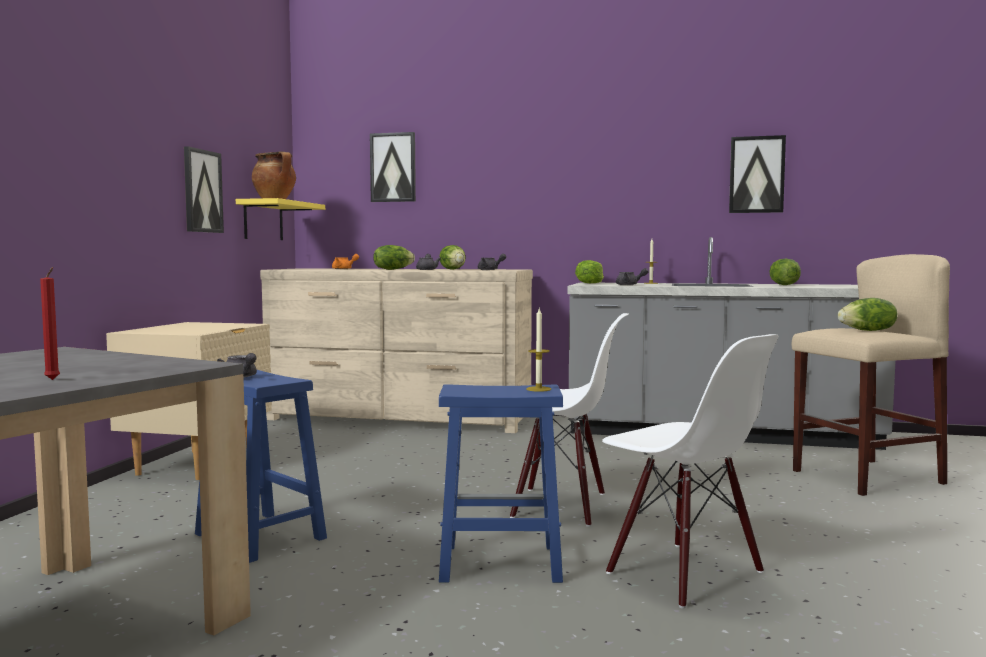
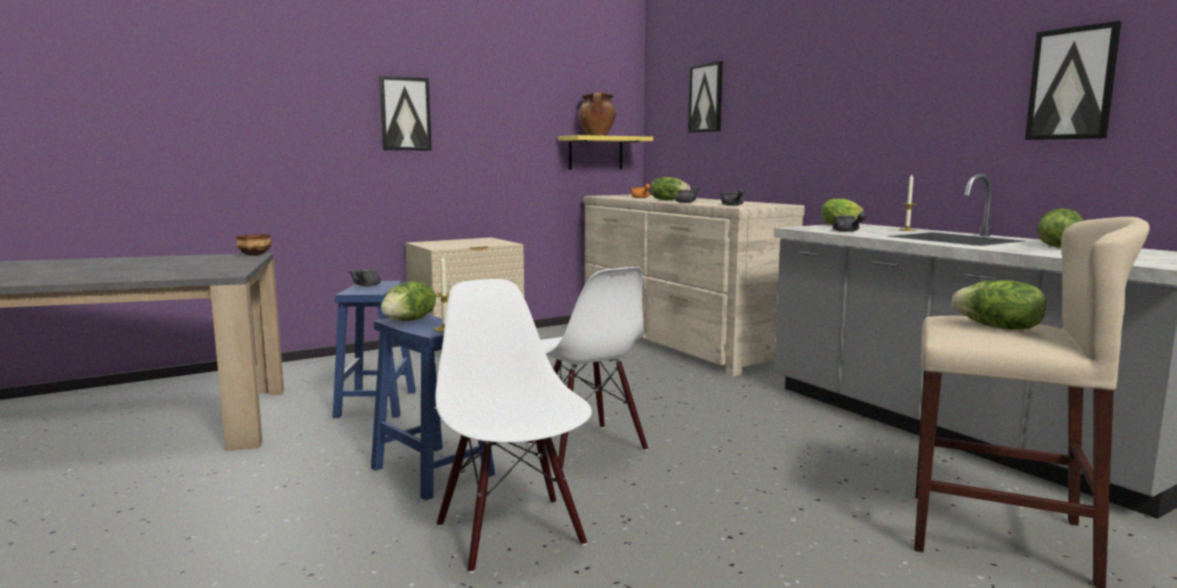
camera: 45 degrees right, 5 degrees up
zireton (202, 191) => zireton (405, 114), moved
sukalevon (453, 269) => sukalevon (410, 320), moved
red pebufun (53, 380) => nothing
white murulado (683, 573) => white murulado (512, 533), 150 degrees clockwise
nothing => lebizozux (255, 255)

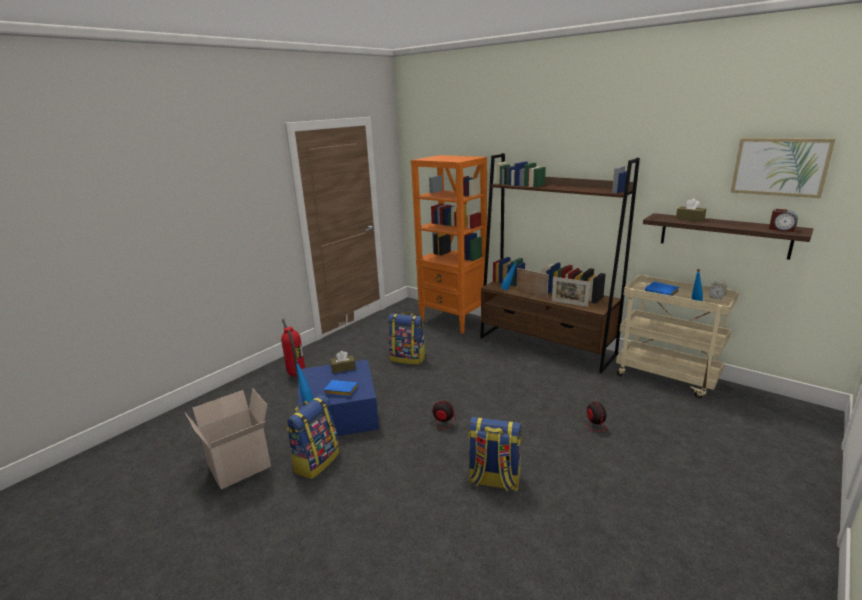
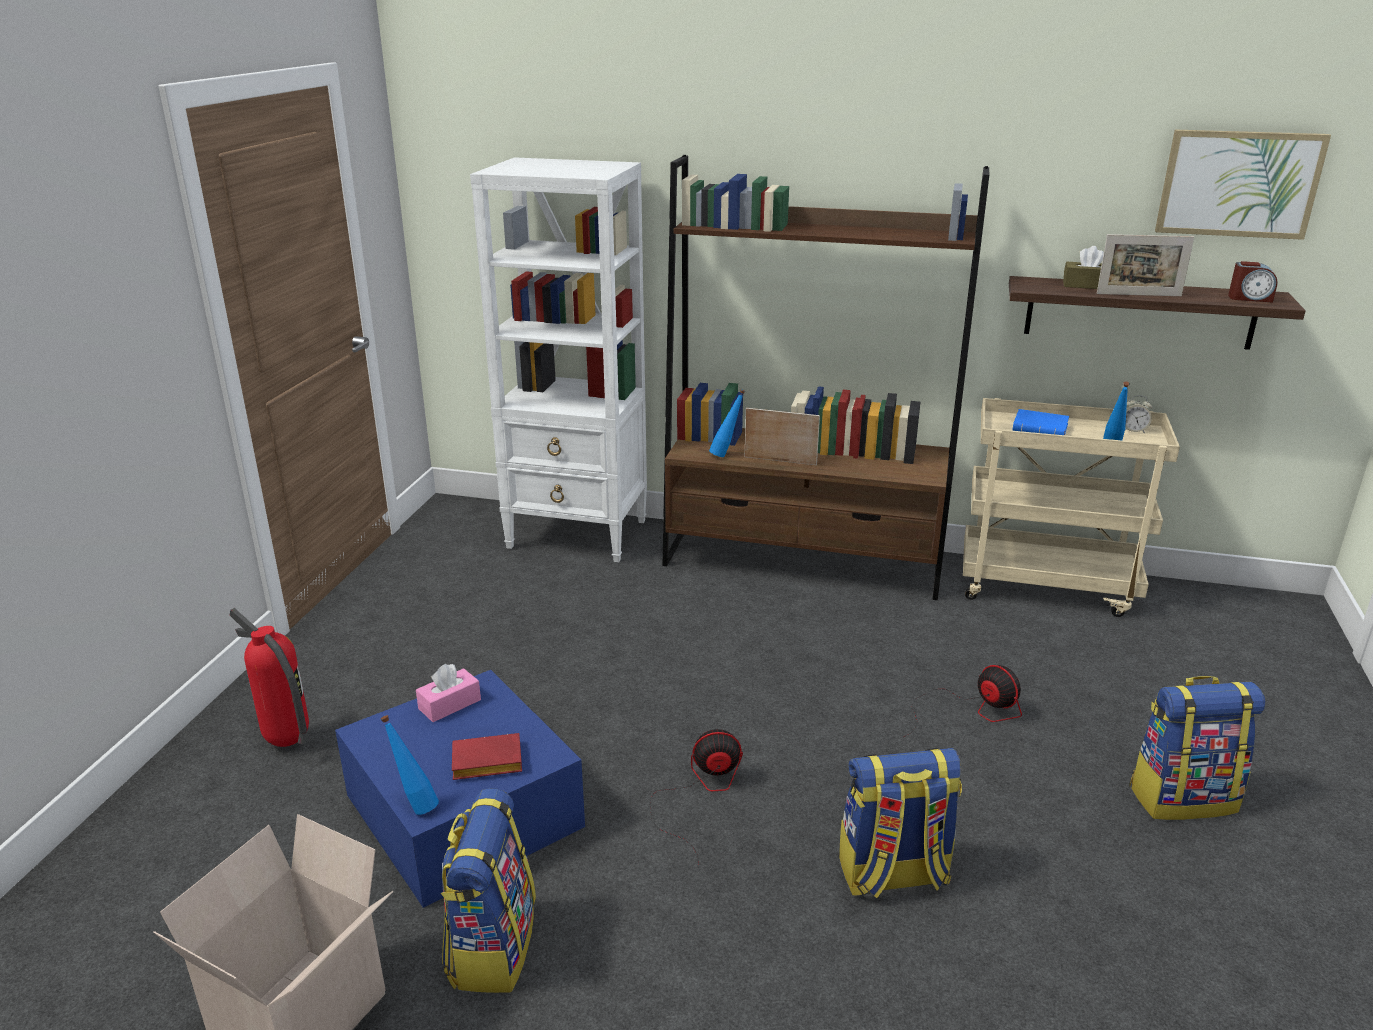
camera: 25 degrees left, 5 degrees up
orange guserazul (453, 320) => white guserazul (578, 534)
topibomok (569, 304) => topibomok (1138, 295), moved
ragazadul (408, 358) => ragazadul (1182, 797), moved
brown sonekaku (343, 368) => pink sonekaku (449, 704)
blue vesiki (340, 391) => red vesiki (485, 764)

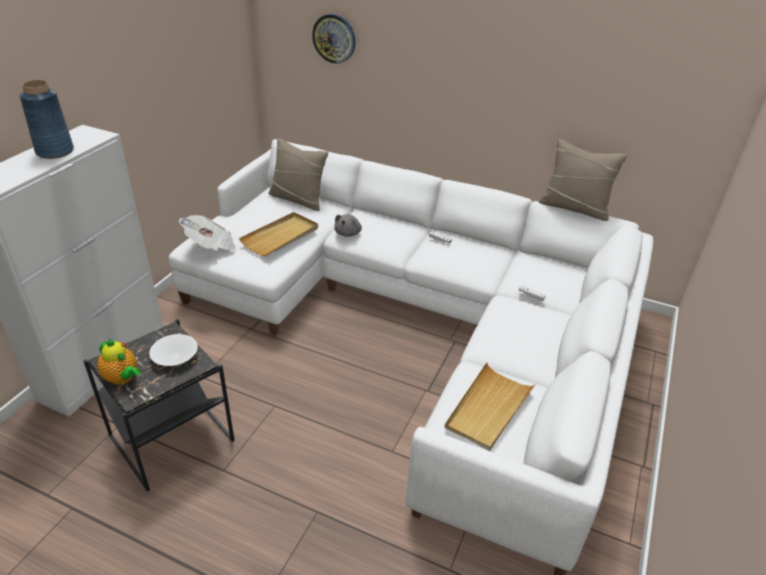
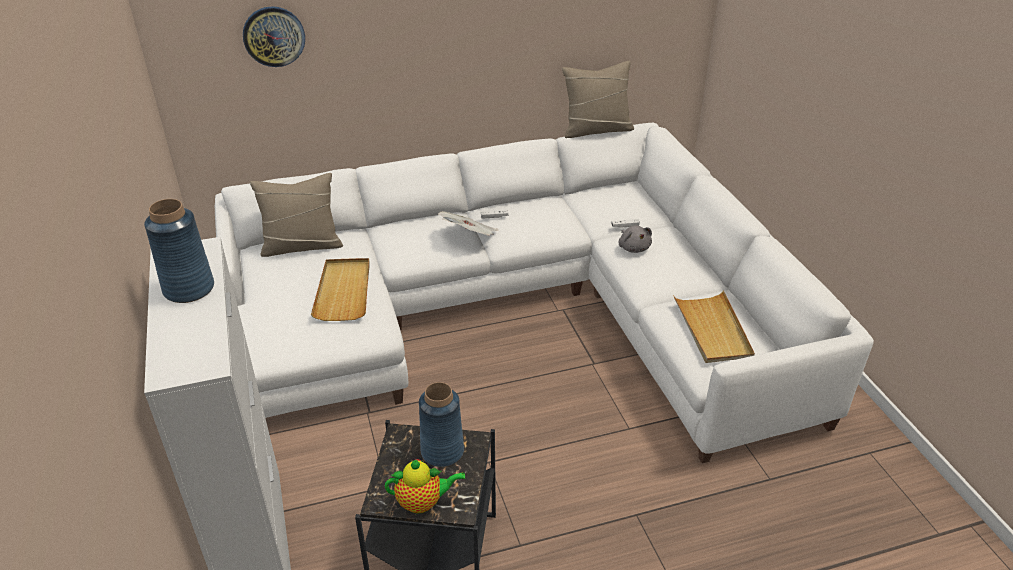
camera: 40 degrees left, 0 degrees up
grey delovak (348, 233) => grey delovak (633, 248), moved
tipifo (211, 245) => tipifo (470, 237), moved
white lebizozux (176, 357) => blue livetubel (442, 451)

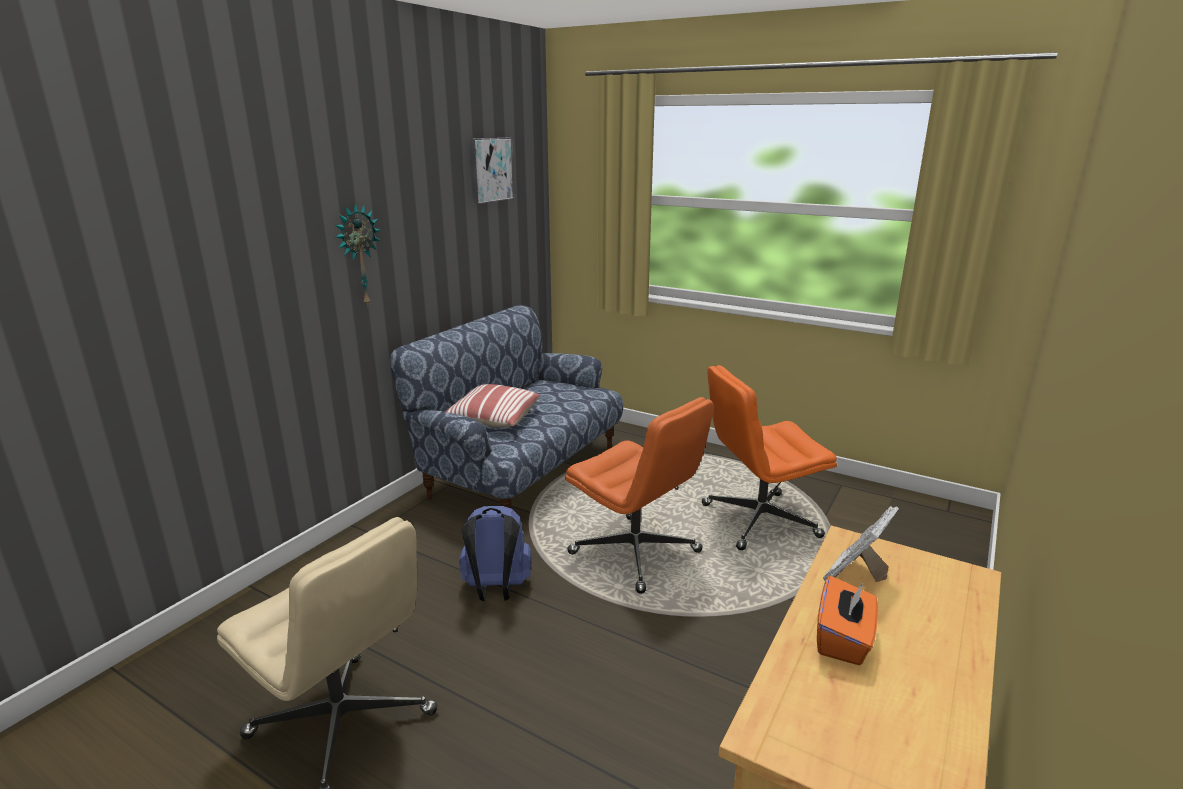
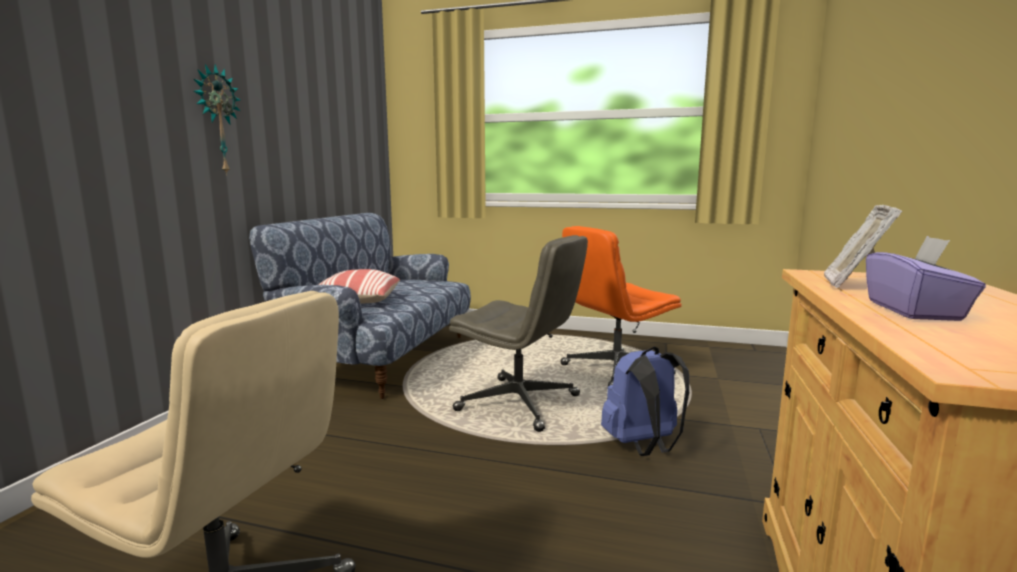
camera: 15 degrees left, 10 degrees down
zireton (490, 170) => nothing
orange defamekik (636, 553) => grey defamekik (520, 403)
blue ragazadul (496, 590) => blue ragazadul (643, 446), moved
orange sonekaku (843, 640) => purple sonekaku (914, 311)

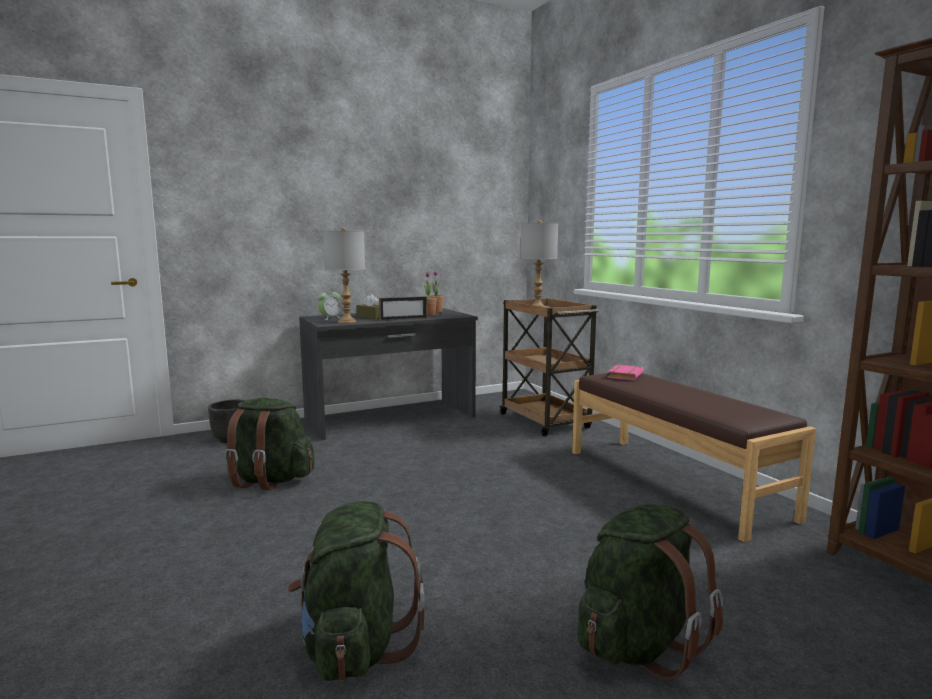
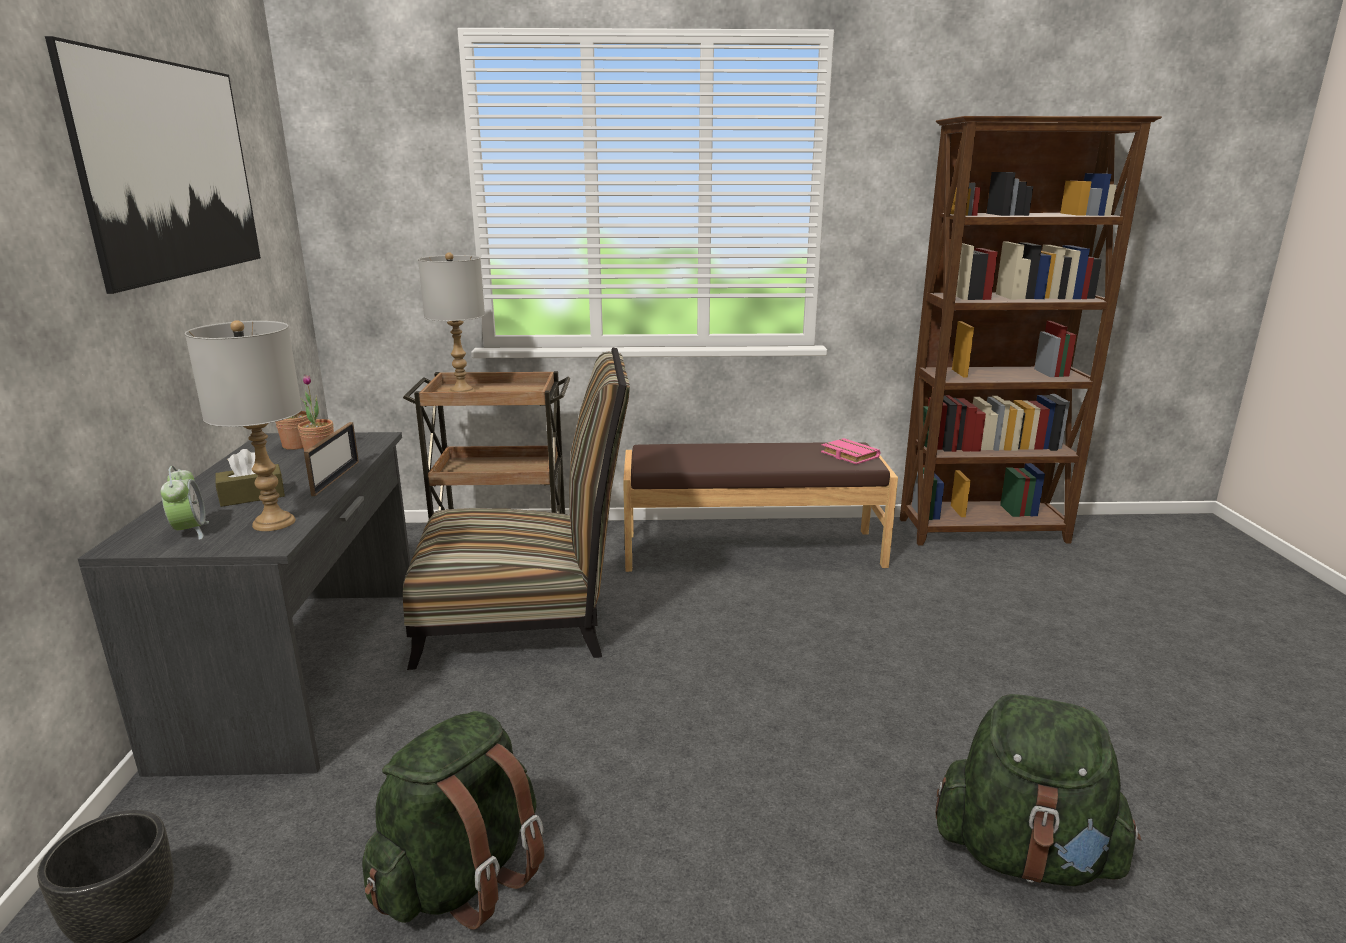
camera: 65 degrees left, 10 degrees up
pink vesiki (624, 375) => pink vesiki (847, 455), moved
green ragazadul (638, 644) => nothing
nothing => zireton (172, 170)
nothing => murulado (527, 620)

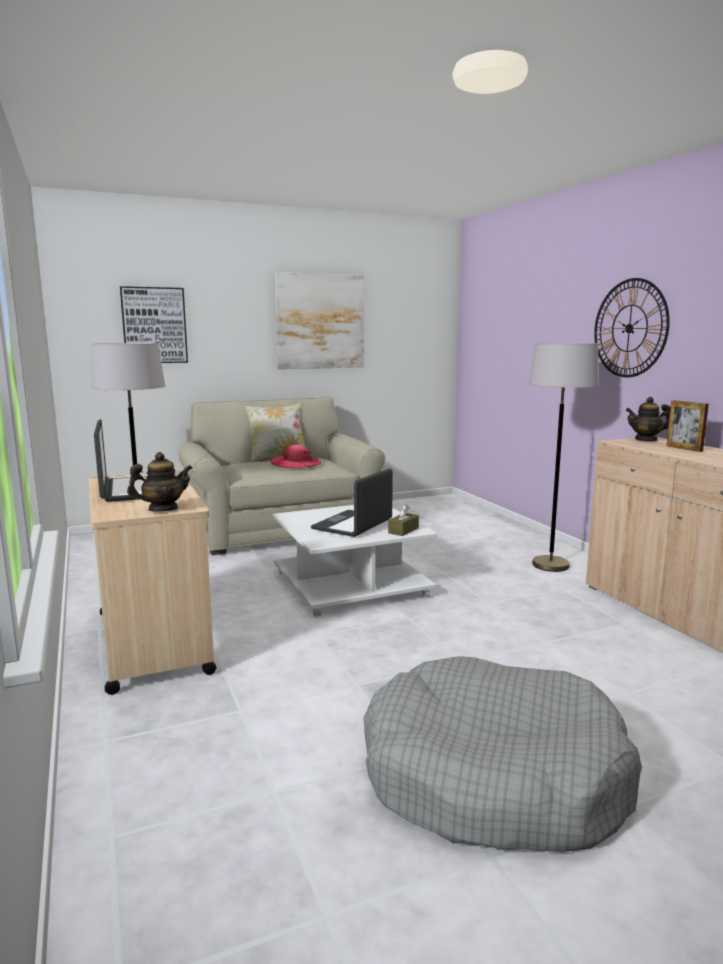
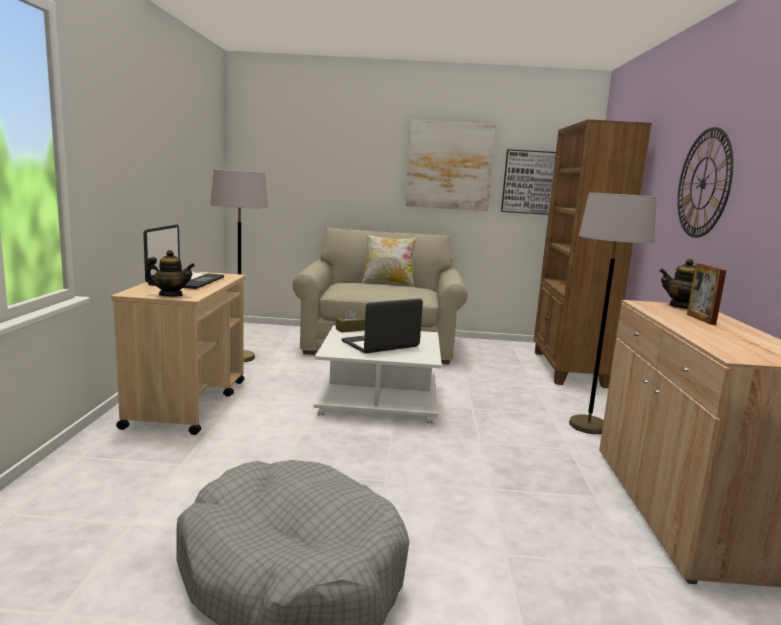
camera: 25 degrees right, 0 degrees up
zireton (154, 325) => zireton (528, 182), moved
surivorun (296, 464) => nothing
brown sonekaku (403, 530) => brown sonekaku (350, 329), moved
nothing => brown guserazul (568, 369)

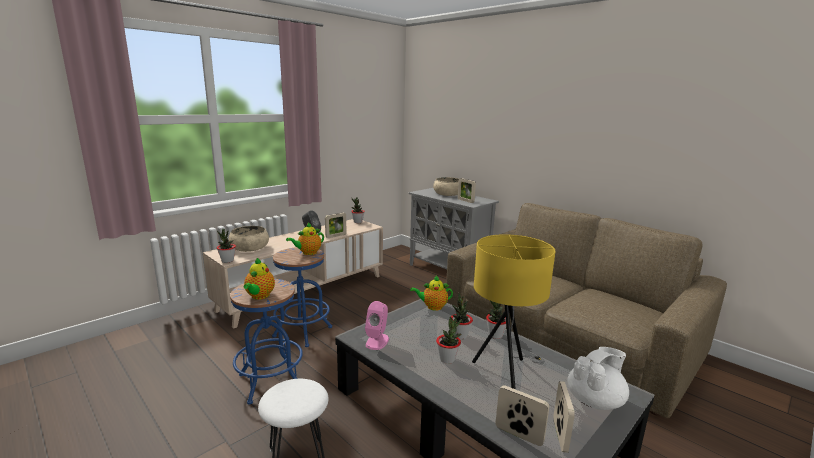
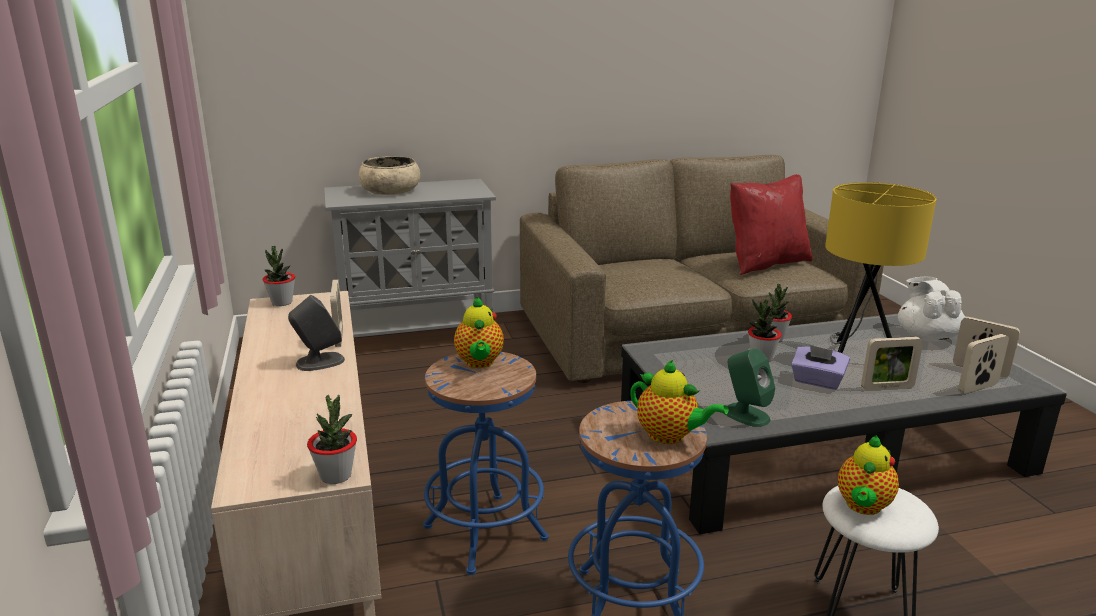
camera: 60 degrees left, 5 degrees up
topibomok (465, 201) => topibomok (887, 388), moved
beige lebizozux (249, 248) => nothing
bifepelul (433, 307) => bifepelul (863, 507), moved
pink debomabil (377, 341) => green debomabil (745, 415)
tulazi (447, 359) => purple sonekaku (817, 381)
nothing => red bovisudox (765, 263)

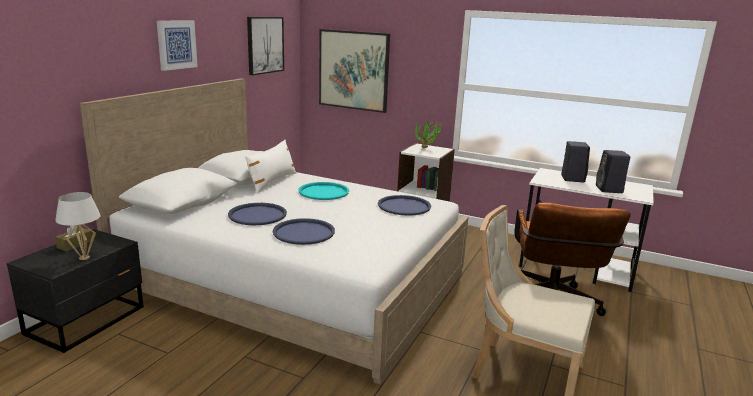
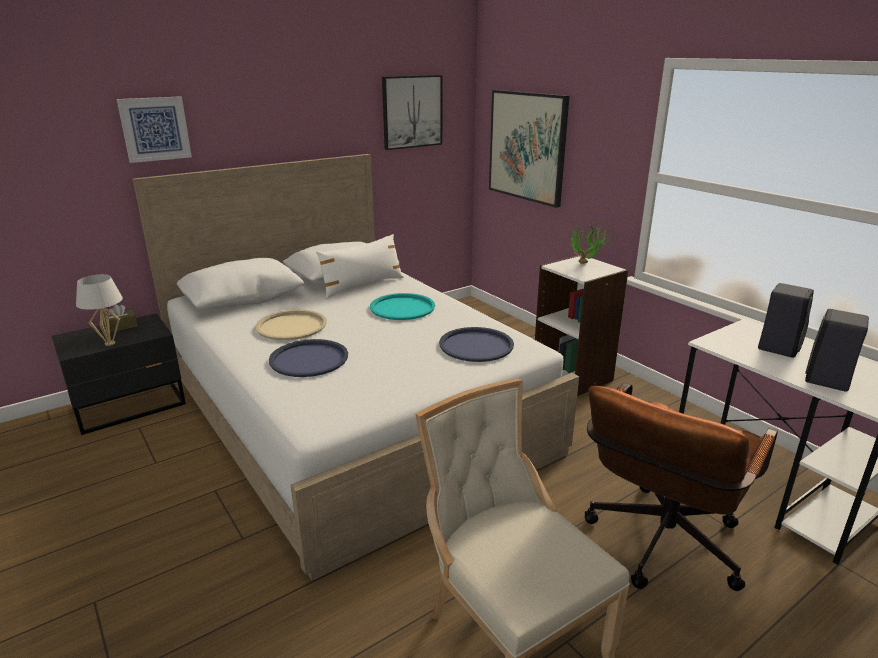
camera: 30 degrees right, 5 degrees up
zireton (176, 44) => zireton (155, 129), moved
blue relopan (257, 215) => beige relopan (291, 326)

